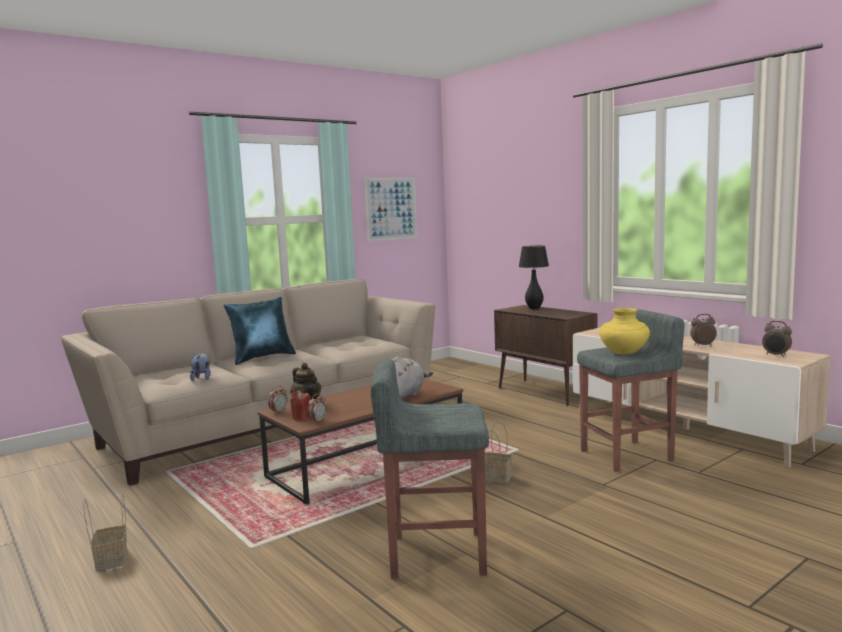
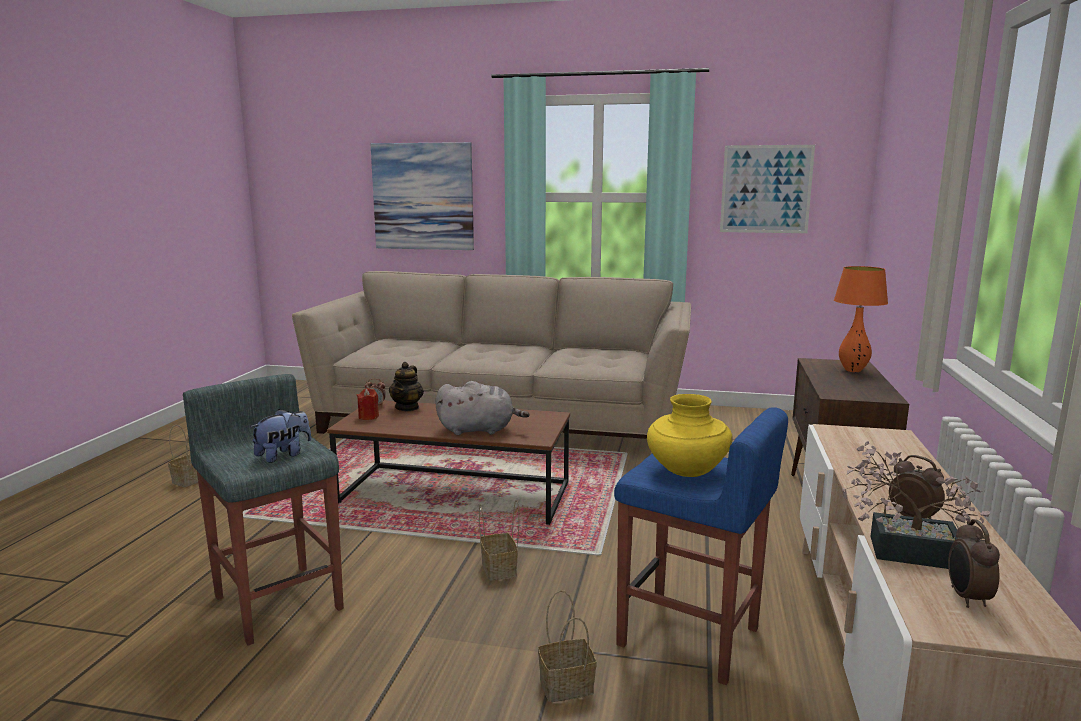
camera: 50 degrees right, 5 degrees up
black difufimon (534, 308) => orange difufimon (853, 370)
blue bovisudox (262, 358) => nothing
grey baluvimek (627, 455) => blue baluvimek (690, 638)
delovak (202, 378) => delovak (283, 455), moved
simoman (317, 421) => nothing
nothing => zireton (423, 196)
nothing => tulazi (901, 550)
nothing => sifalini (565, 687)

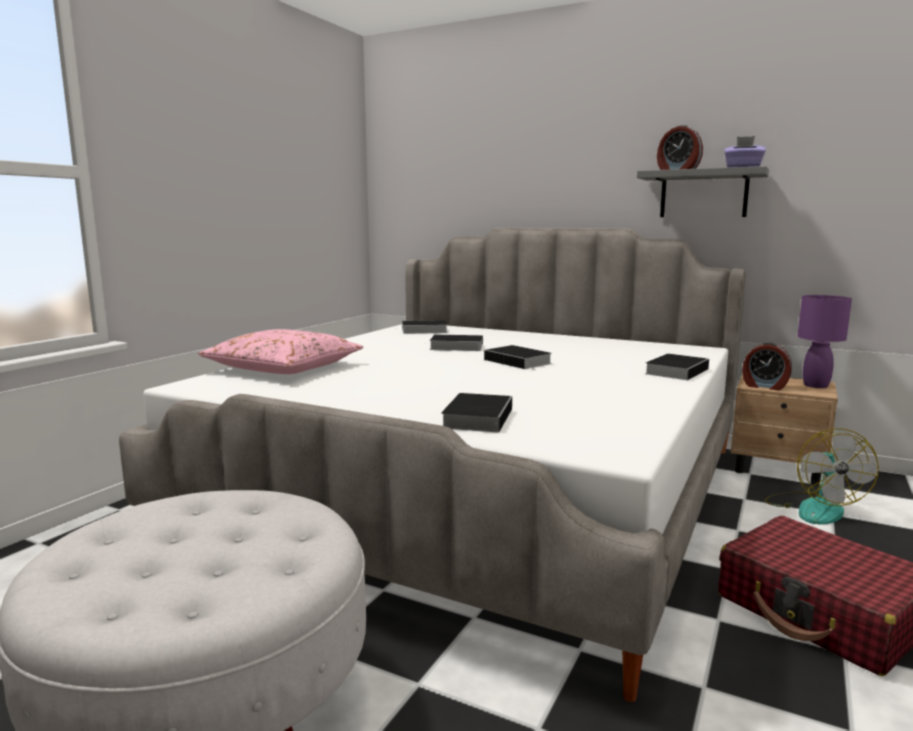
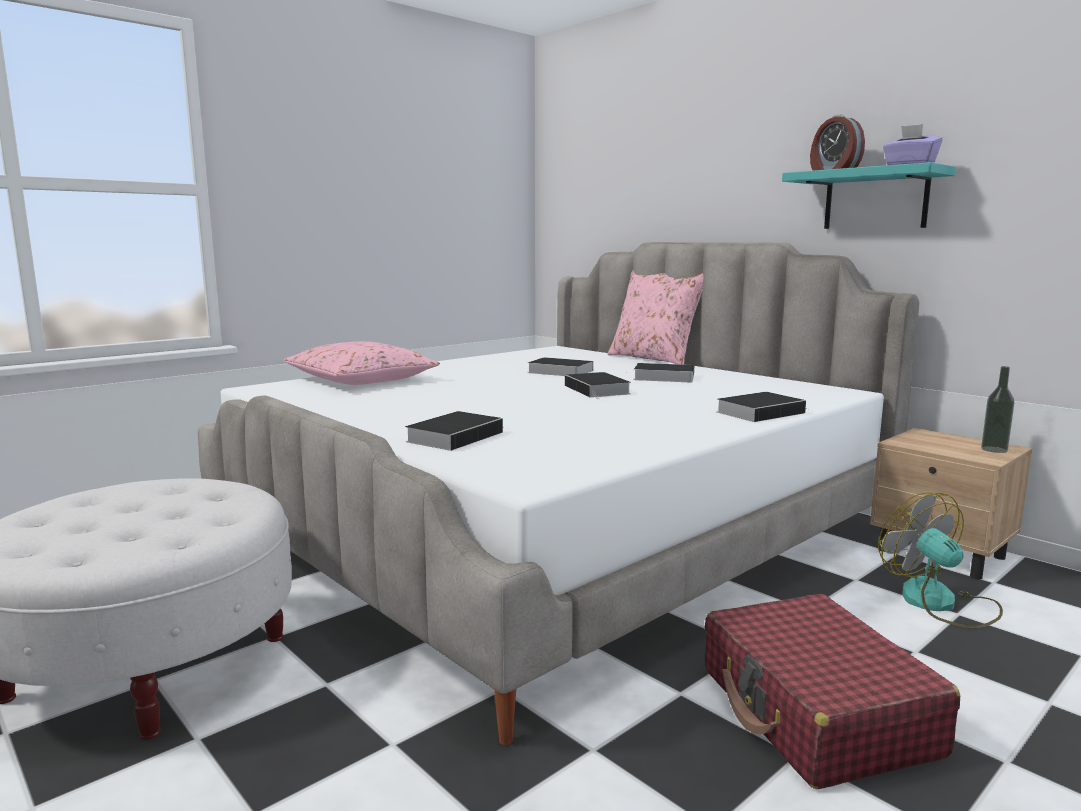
camera: 20 degrees right, 0 degrees up
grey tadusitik (703, 194) => turquoise tadusitik (875, 200)
purple difufimon (815, 385) => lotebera (994, 449)
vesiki (422, 330) => vesiki (661, 377), moved
simoman (764, 386) => nothing
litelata (813, 508) => litelata (940, 603), 135 degrees clockwise
nothing => pink bovisudox (654, 359)

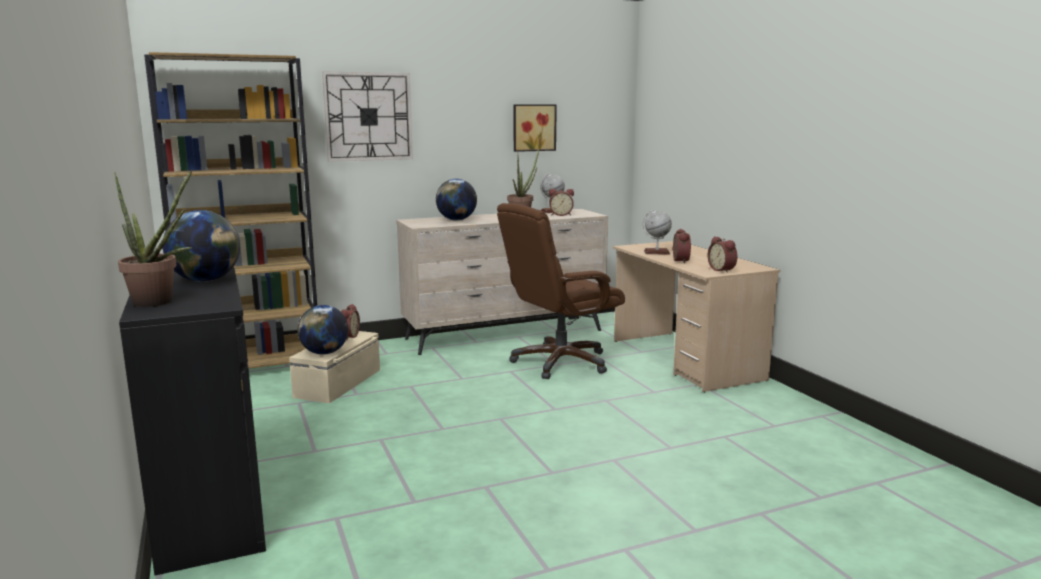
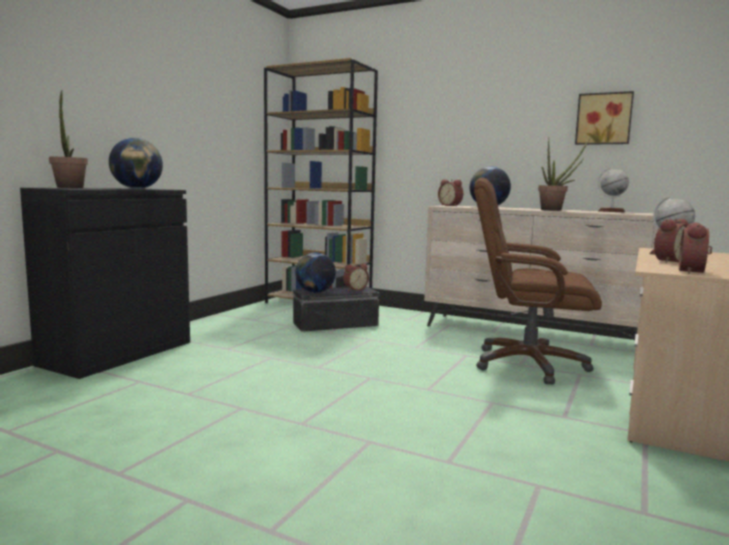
camera: 50 degrees right, 5 degrees down
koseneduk (368, 116) => nothing
simoman (561, 215) => simoman (451, 206), moved
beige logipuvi (339, 383) => black logipuvi (336, 324)

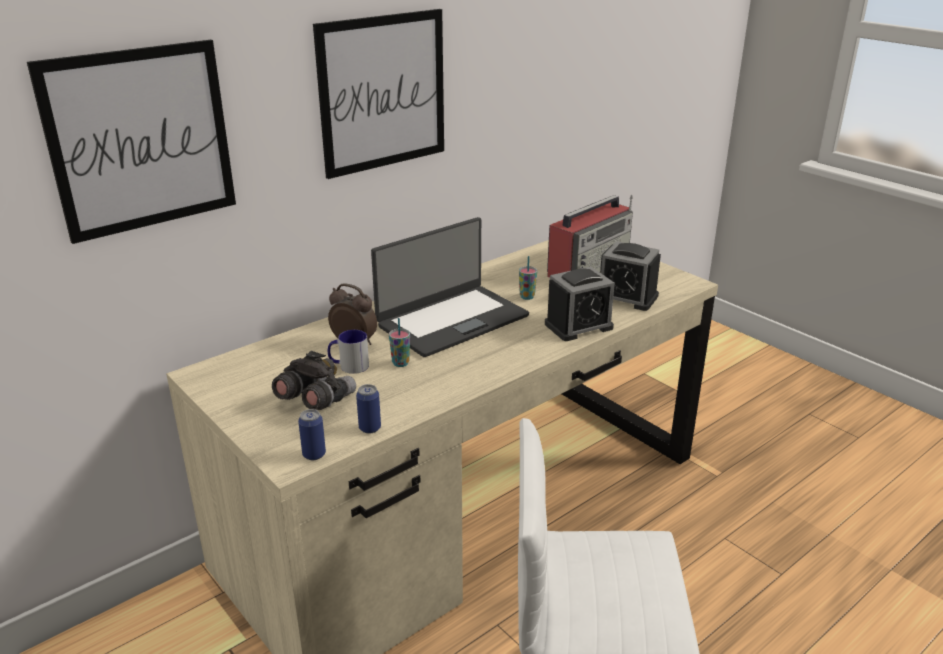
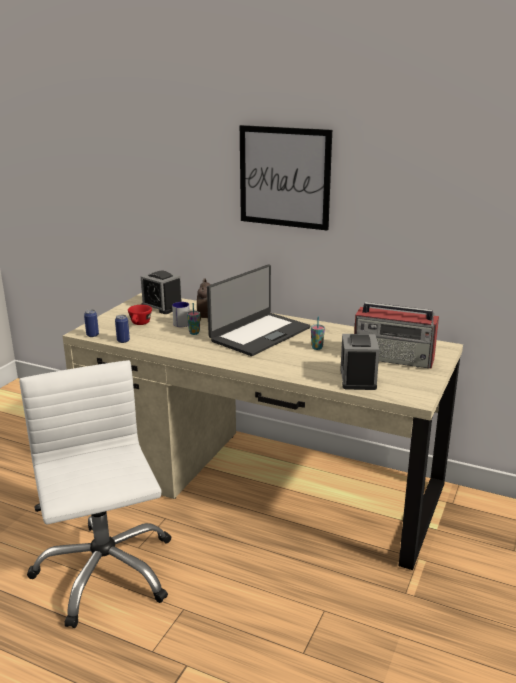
camera: 65 degrees right, 5 degrees down
zireton (141, 140) => nothing
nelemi (451, 320) => nelemi (259, 334), 75 degrees counterclockwise
simoman (578, 326) => simoman (162, 306), moved
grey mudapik (315, 401) => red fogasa (140, 324)

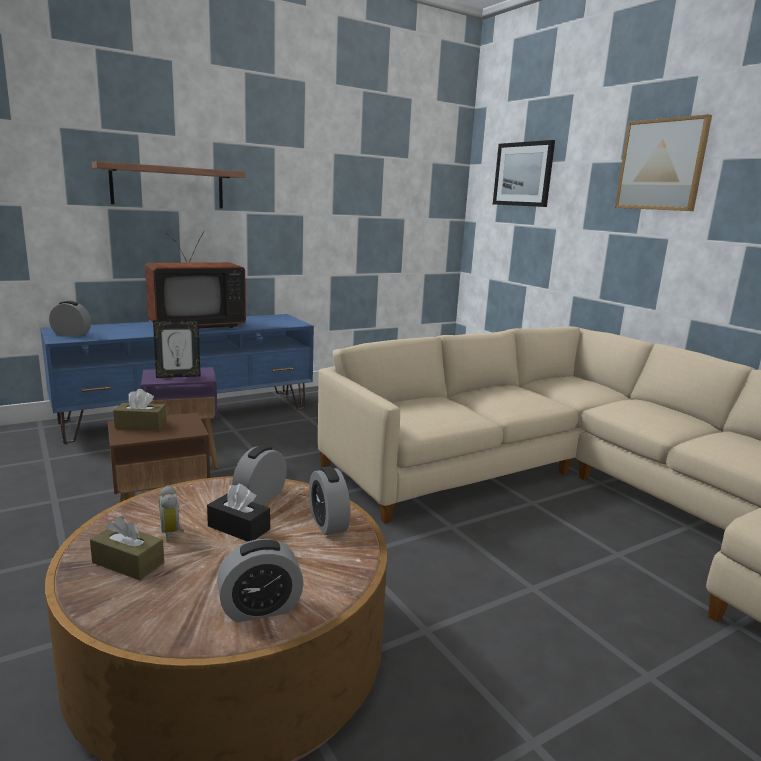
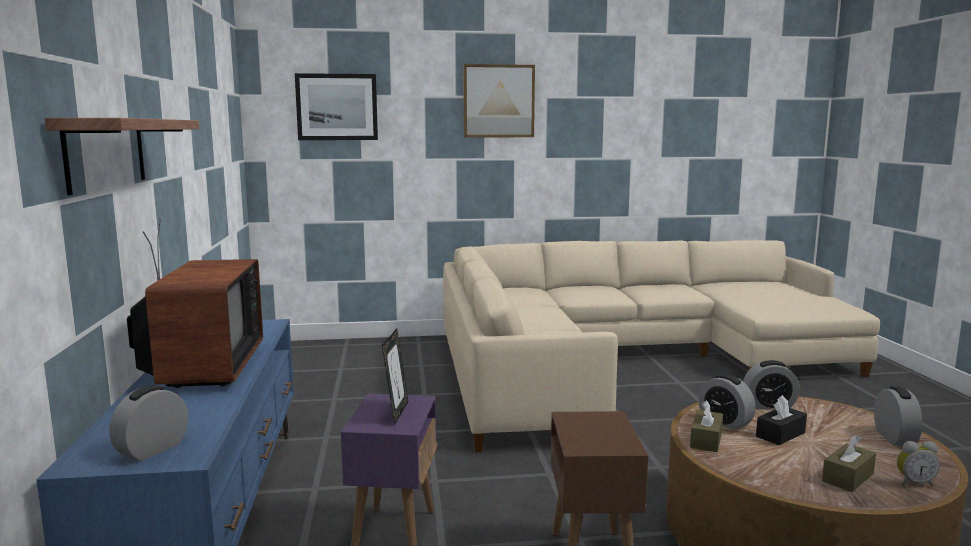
camera: 65 degrees left, 5 degrees down
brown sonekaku (141, 425) => brown sonekaku (706, 440), moved
simoman (172, 533) => simoman (914, 483), moved

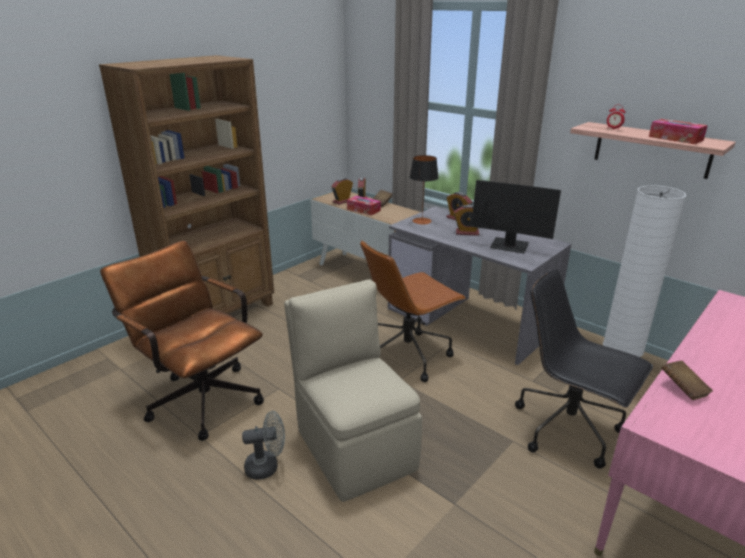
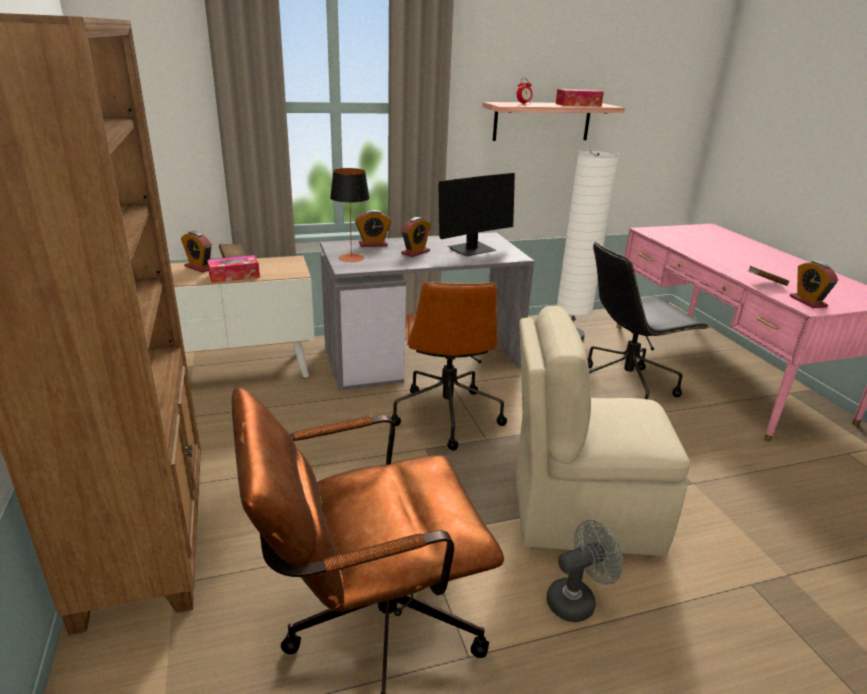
camera: 60 degrees left, 0 degrees up
simoman (342, 201) => simoman (807, 301), moved
grey litelata (267, 466) => grey litelata (576, 600), 45 degrees clockwise

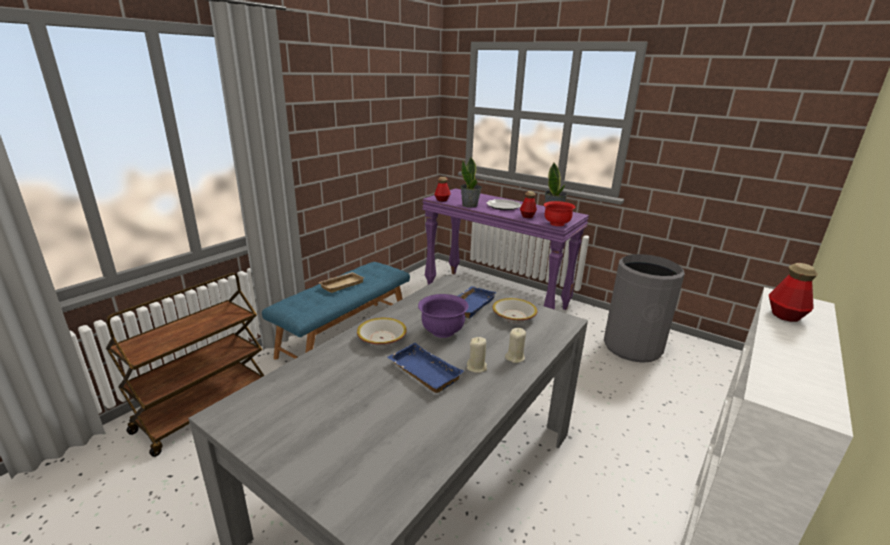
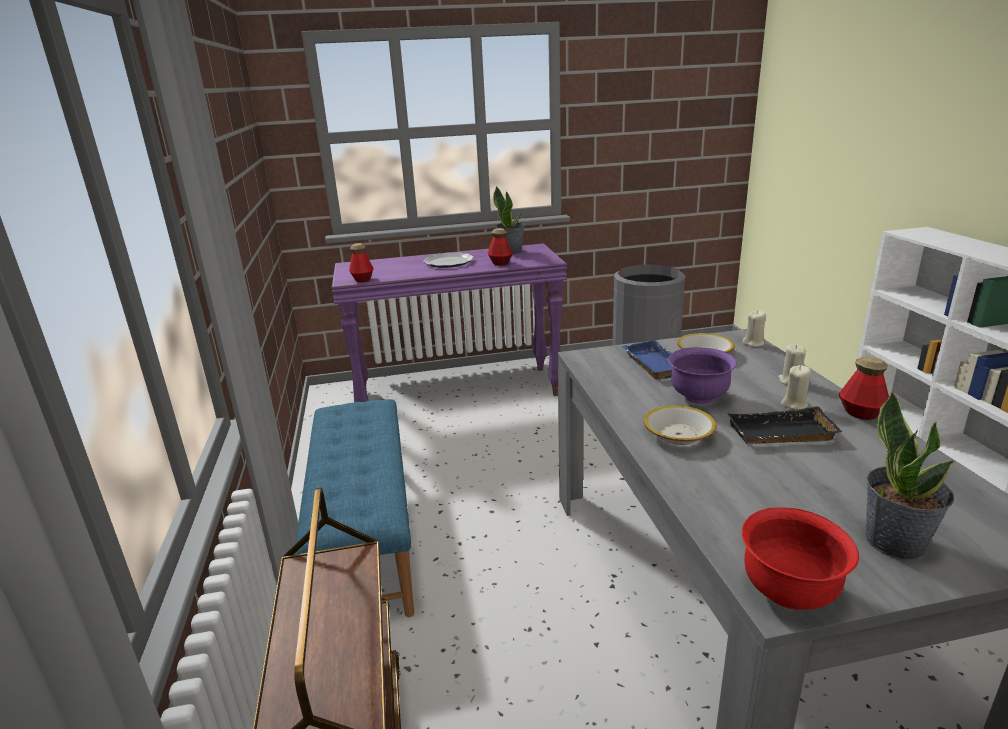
camera: 45 degrees left, 0 degrees up
tulazi (470, 205) => tulazi (895, 541), moved
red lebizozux (556, 224) => red lebizozux (788, 592), moved
lotebera (785, 315) => lotebera (860, 413), moved
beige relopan (341, 284) => nothing
blue relopan (422, 372) => black relopan (780, 435)
nothing => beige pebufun (753, 343)

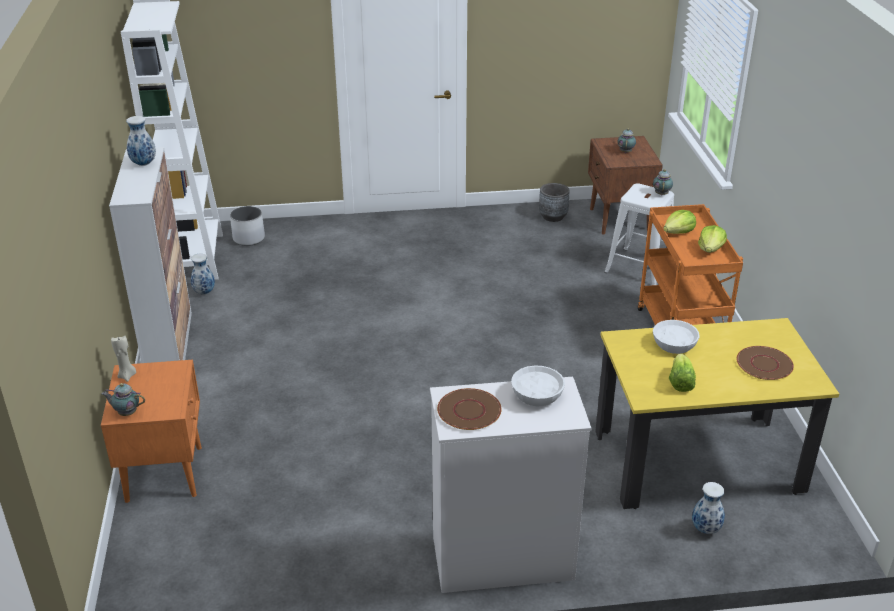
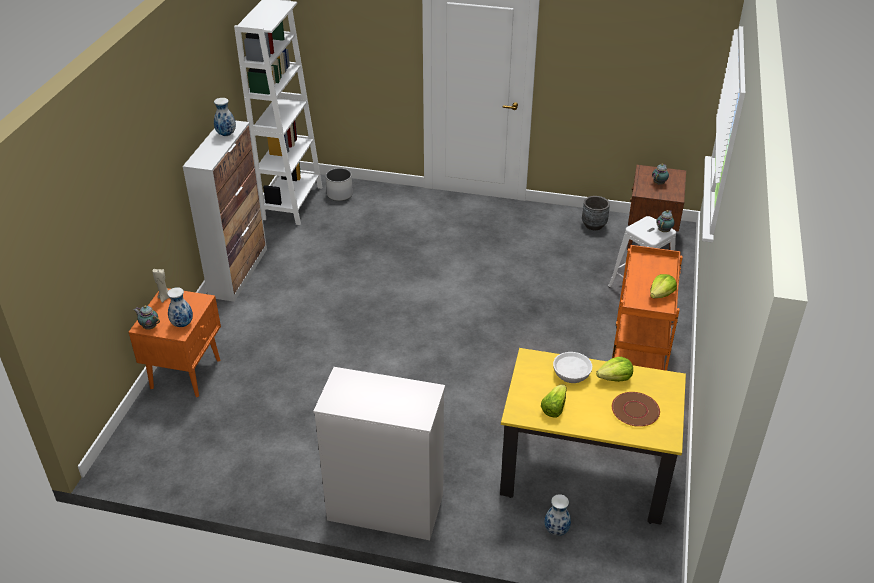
camera: 20 degrees right, 5 degrees up
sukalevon (678, 232) => sukalevon (615, 378), moved
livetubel (204, 292) => livetubel (182, 324), moved
white lebizozux (538, 395) => nothing
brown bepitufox (469, 411) => nothing

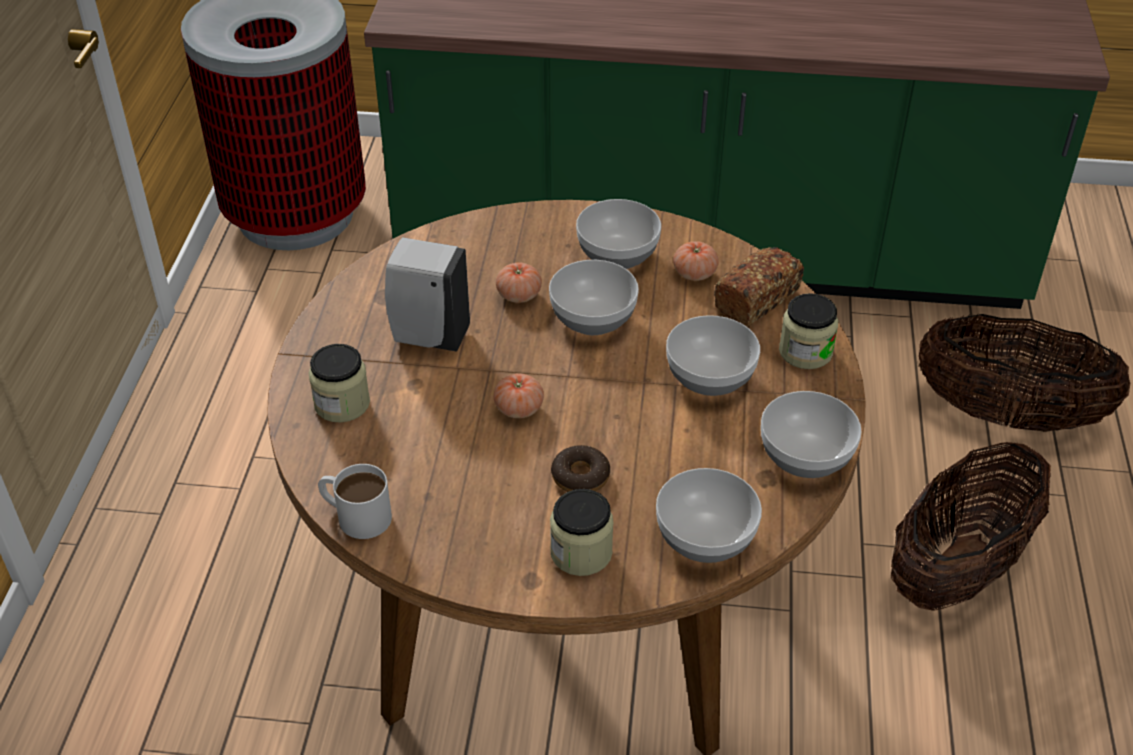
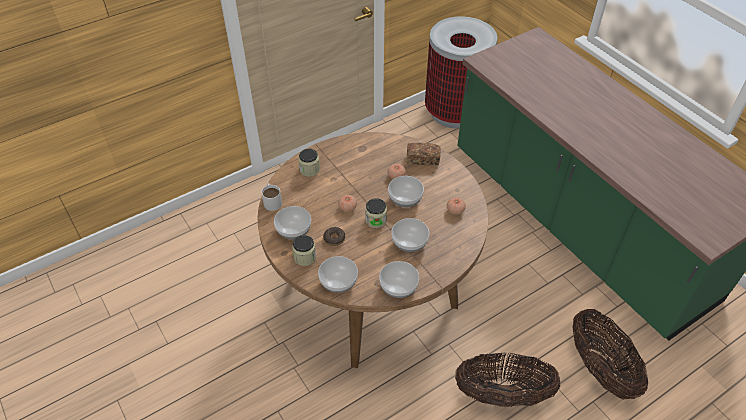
camera: 50 degrees right, 5 degrees up
lebizozux (618, 254) => lebizozux (294, 230), moved
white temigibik (428, 336) => nothing
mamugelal (757, 299) => mamugelal (423, 159), moved
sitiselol (805, 352) => sitiselol (375, 220), moved

